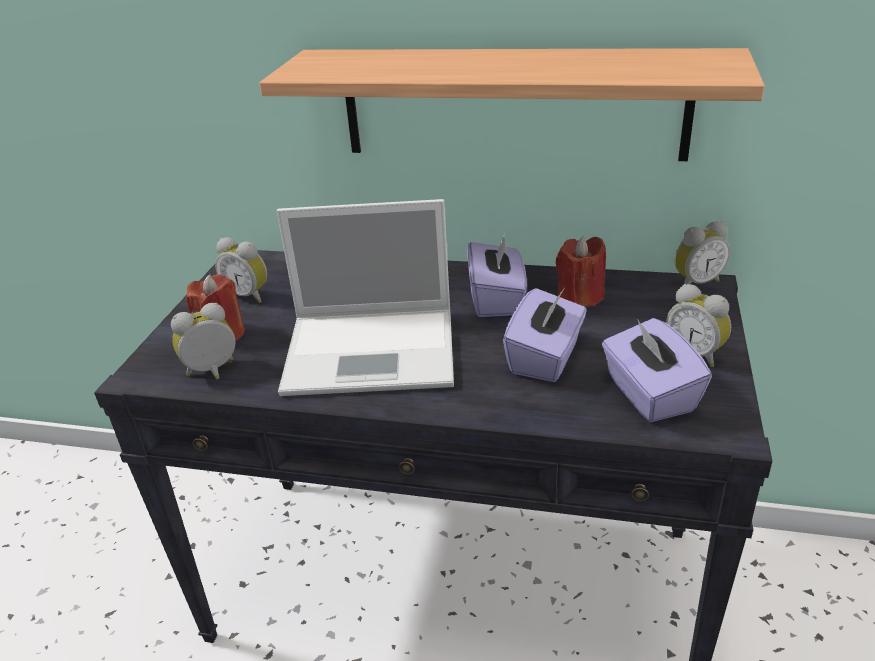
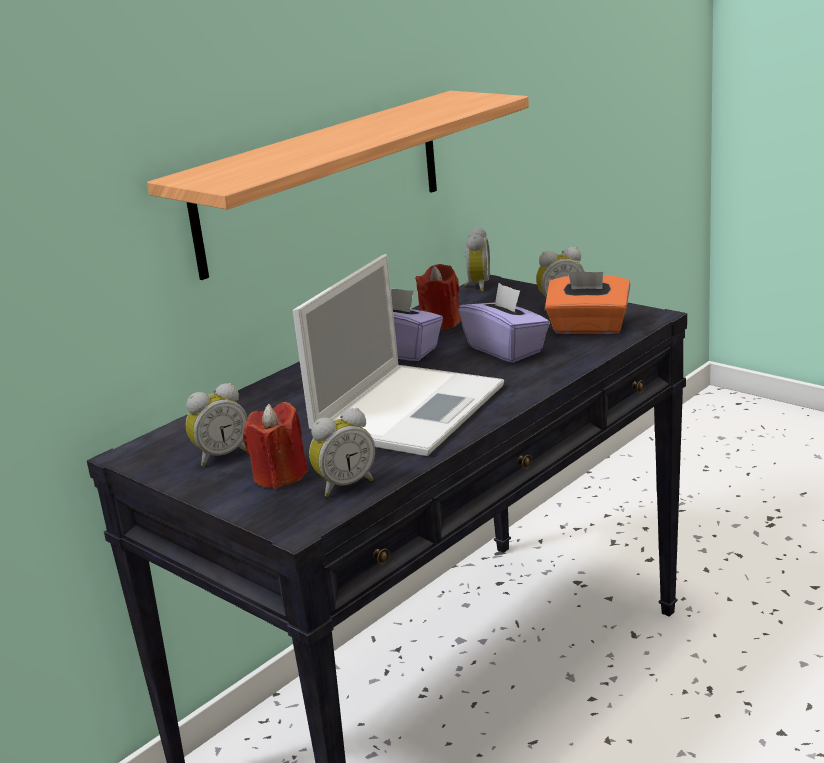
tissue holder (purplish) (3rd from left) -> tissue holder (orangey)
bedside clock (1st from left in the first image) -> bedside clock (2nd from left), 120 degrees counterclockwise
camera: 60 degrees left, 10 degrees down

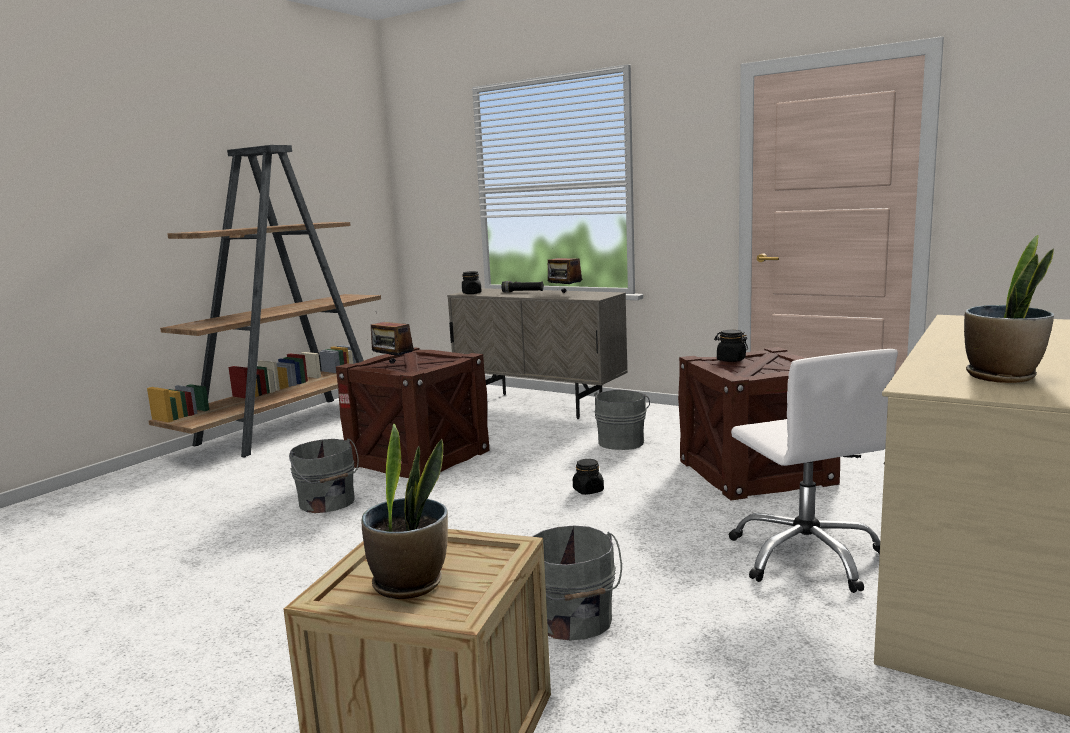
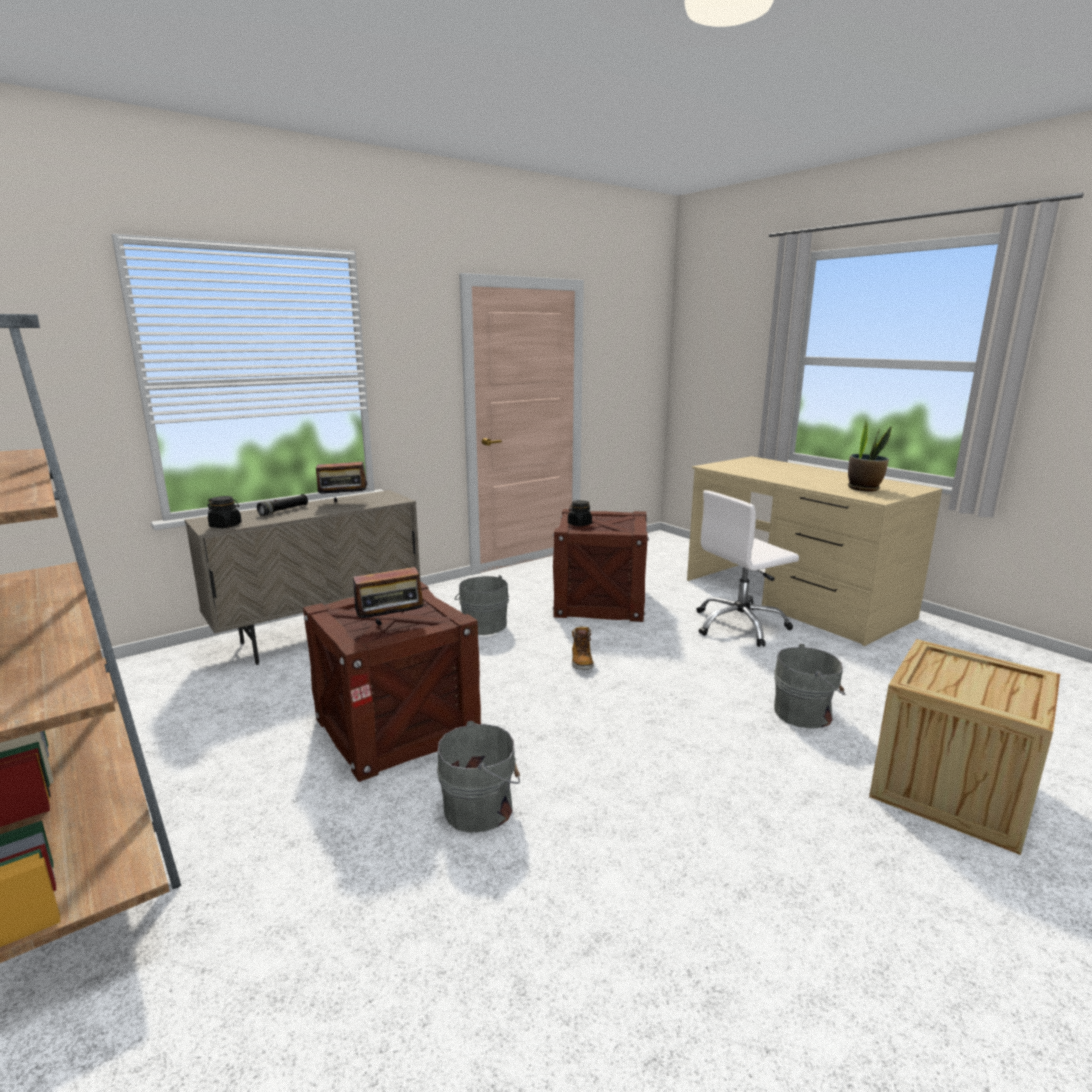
potted plant (1st from left) -> none
preserve jar (black) (2nd from left) -> high-top boot
desk chair (whitish), 150 degrees clockwise
camera: 70 degrees left, 5 degrees up

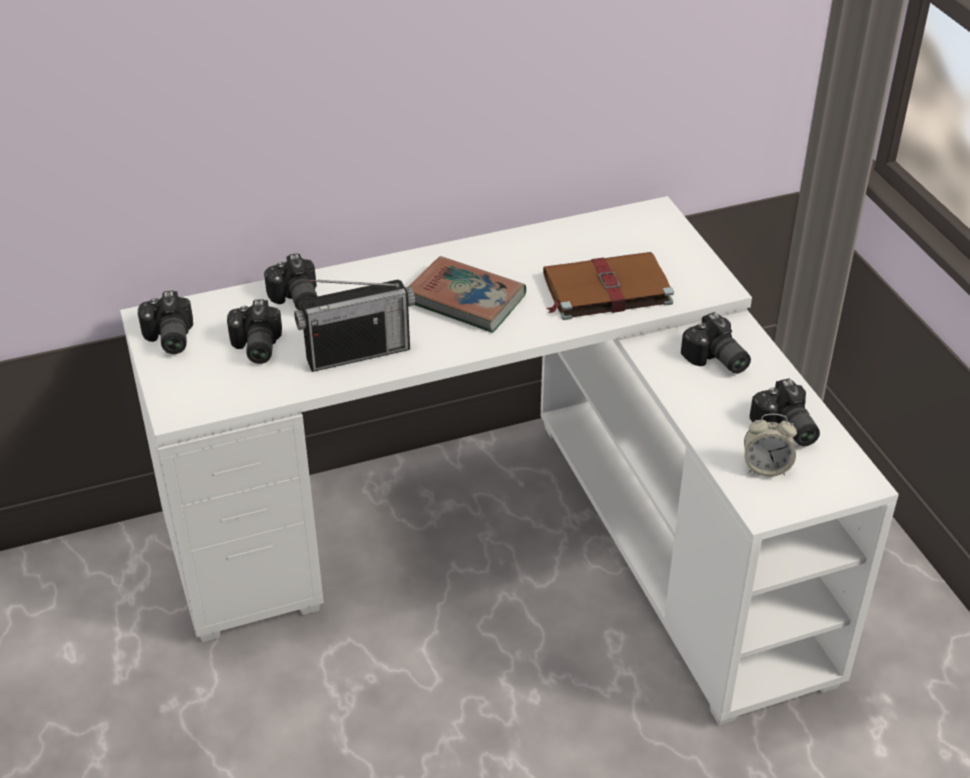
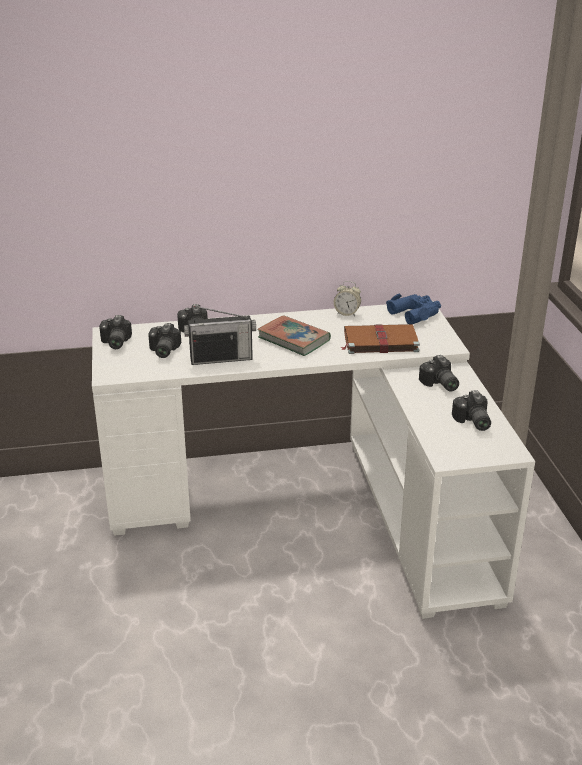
none -> pair of binoculars (bluish)
bedside clock, move
camera: 10 degrees right, 10 degrees down

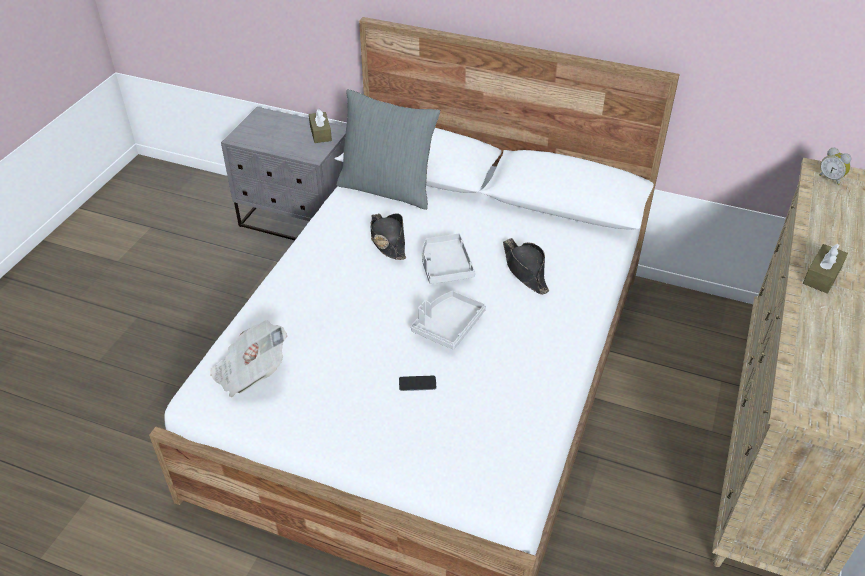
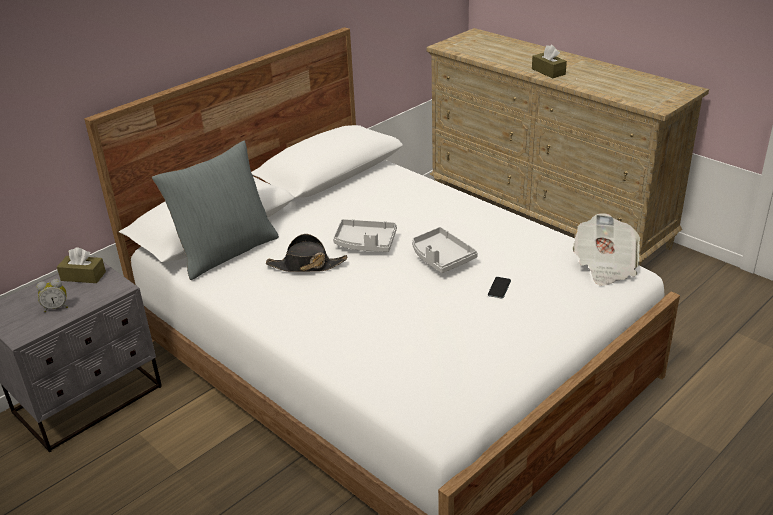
wearable hat (black) (2nd from left) -> none
daily paper, move
bedside clock, move
camera: 65 degrees left, 10 degrees down

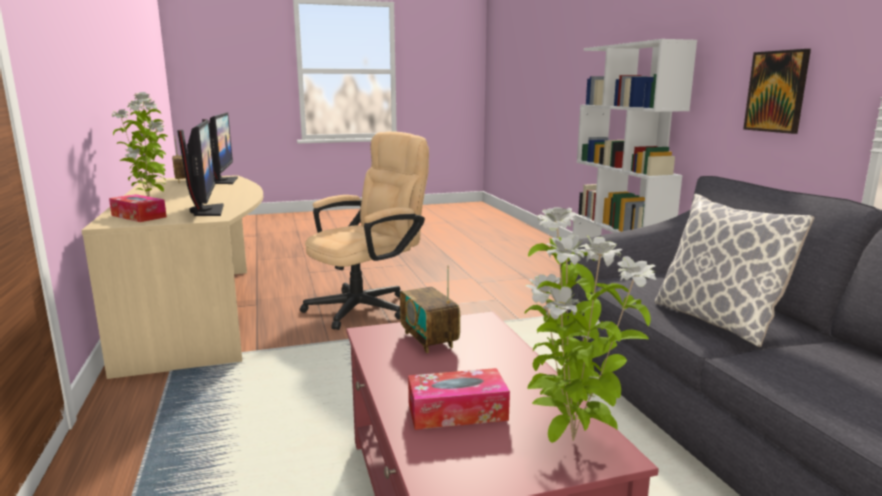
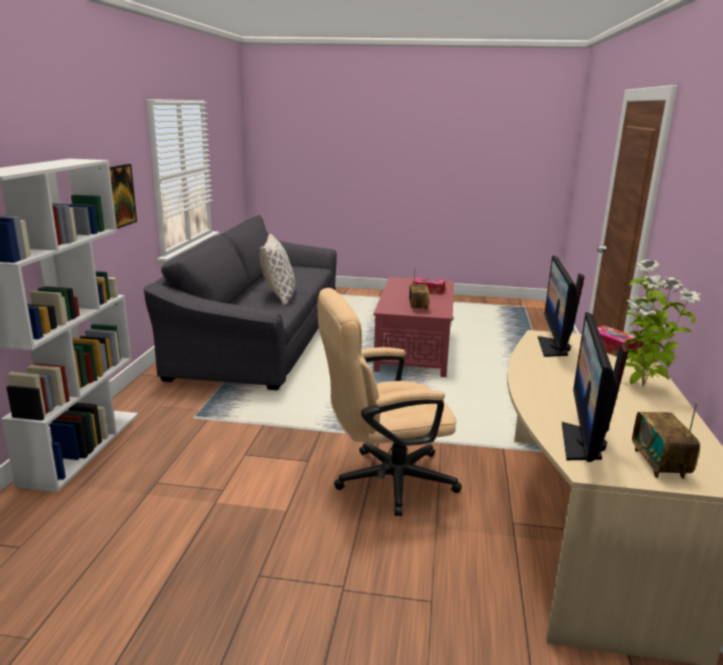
potted plant (2nd from left) -> none
camera: 155 degrees left, 5 degrees up

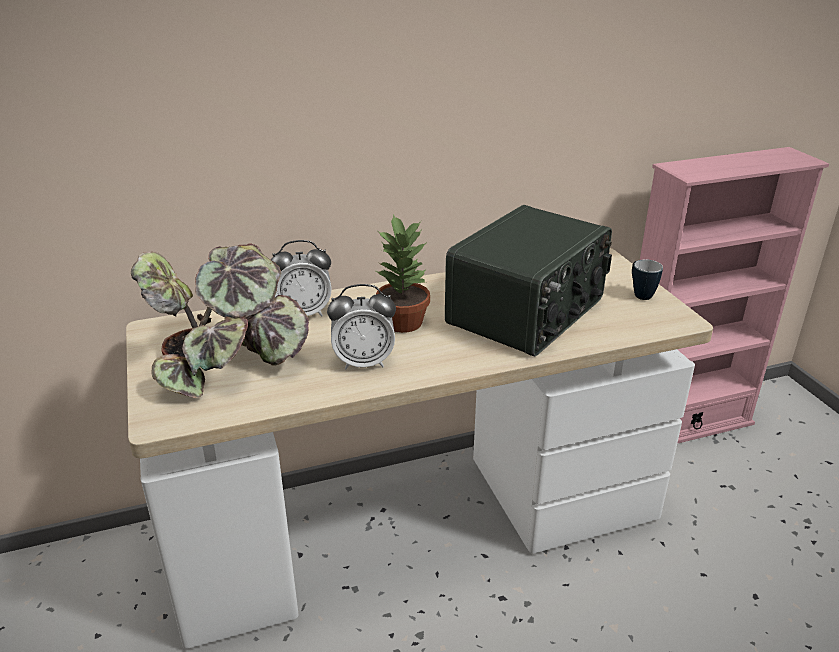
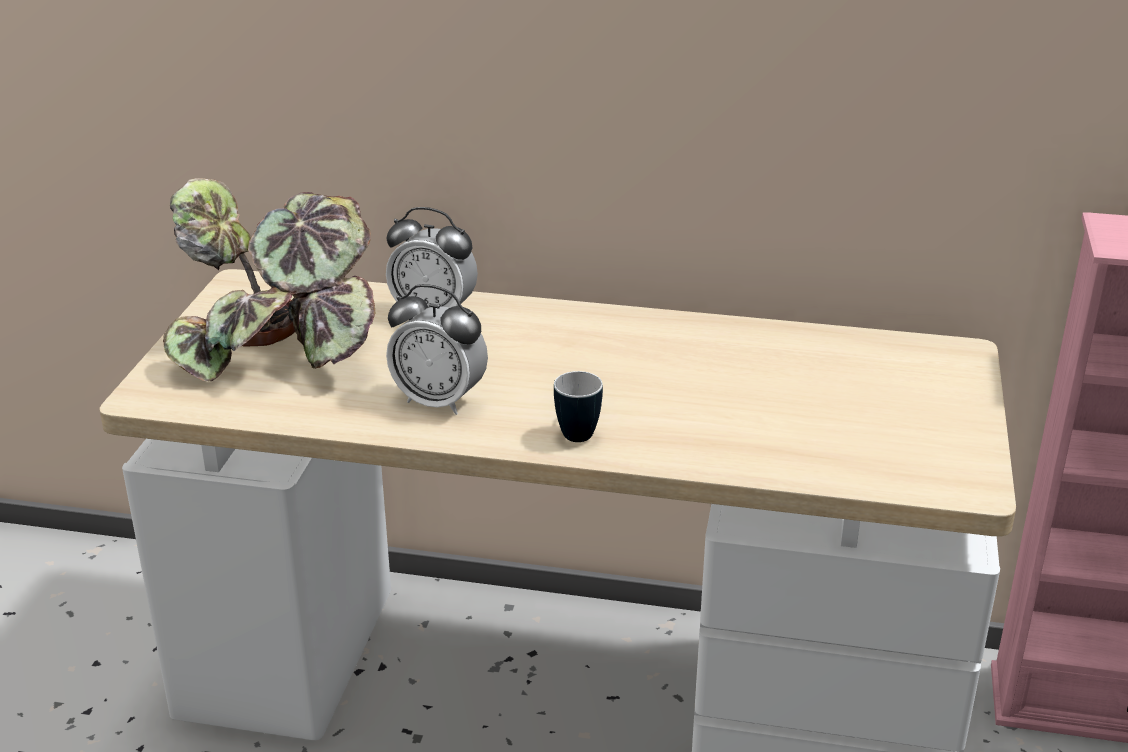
potted plant (2nd from left) -> none
radio receiver -> none
coffee mug, move
camera: 30 degrees right, 0 degrees up

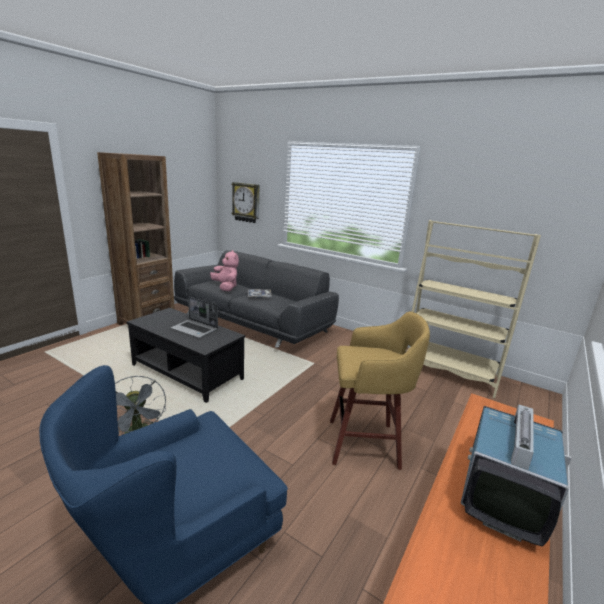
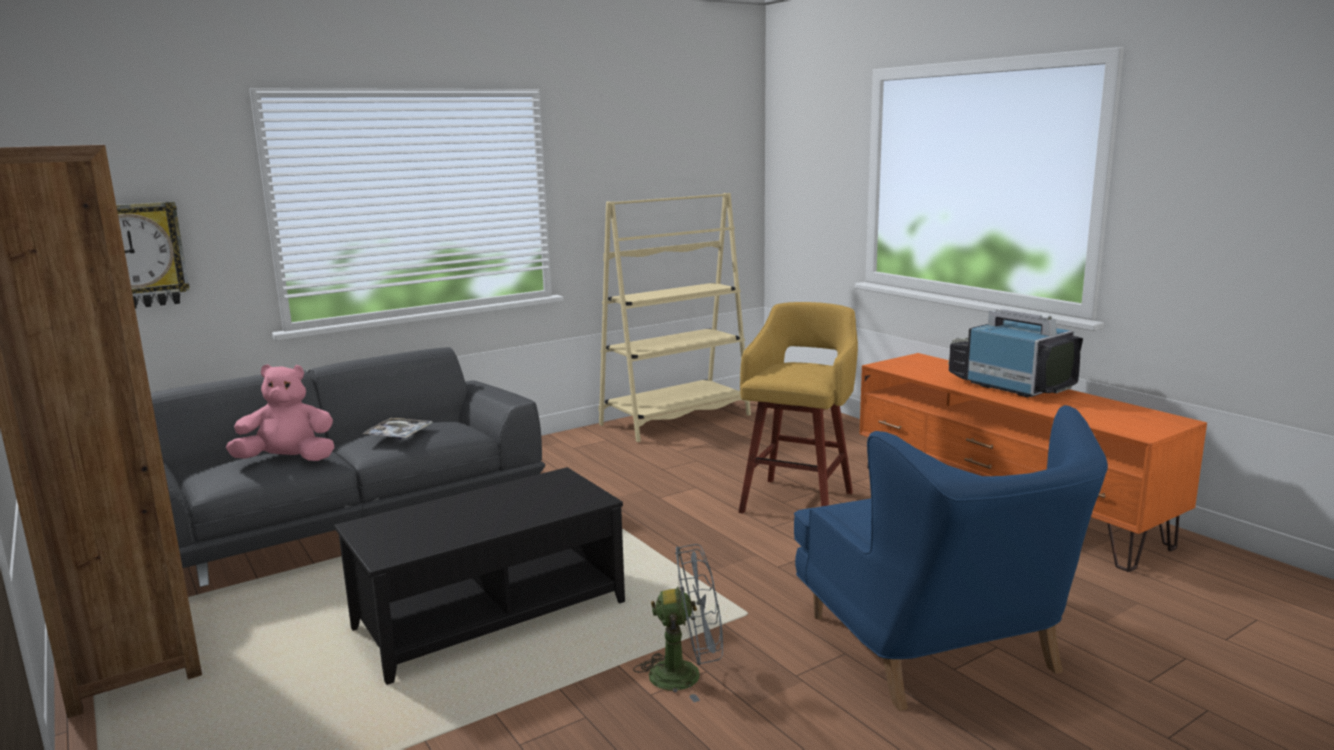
laptop -> none
camera: 65 degrees left, 5 degrees down

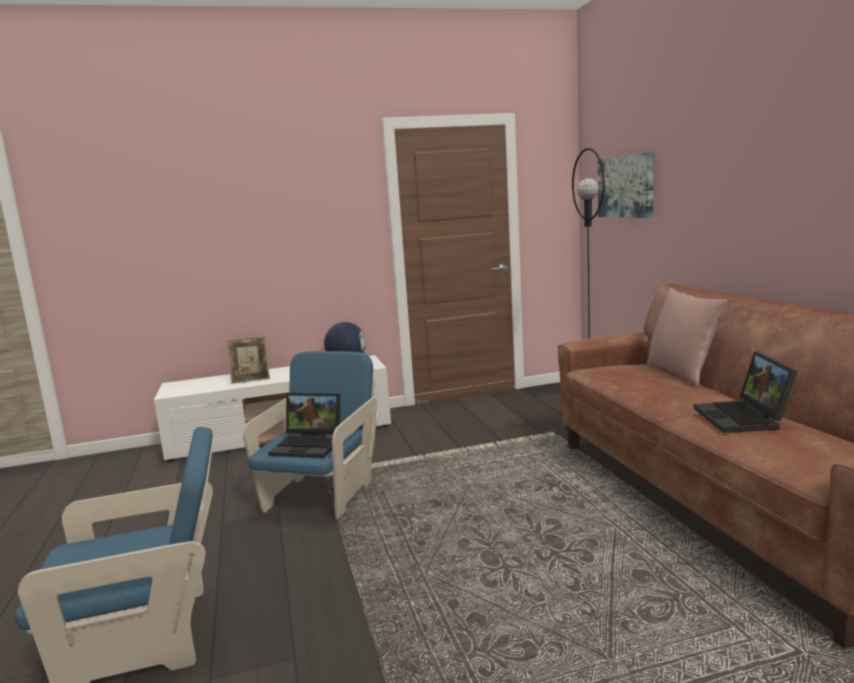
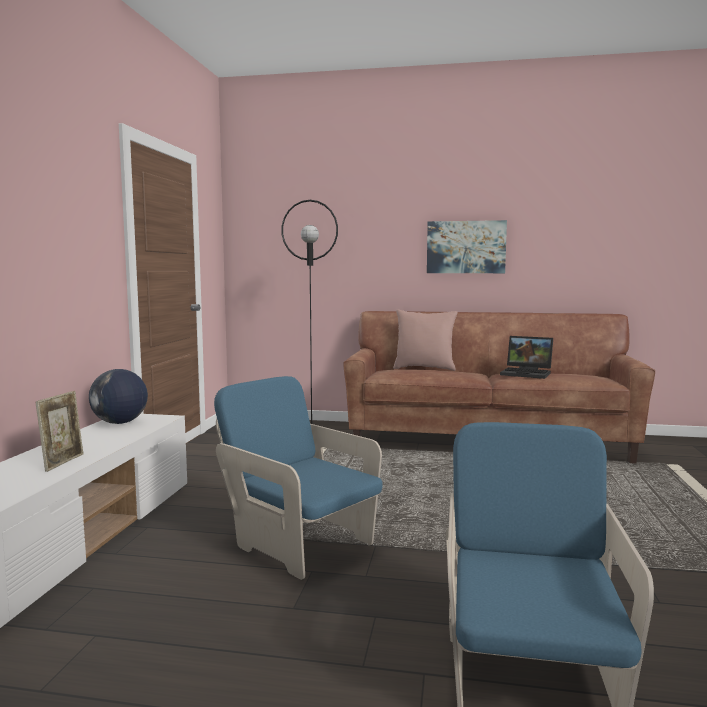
laptop (1st from left) -> none
wall picture, move
camera: 65 degrees left, 5 degrees down

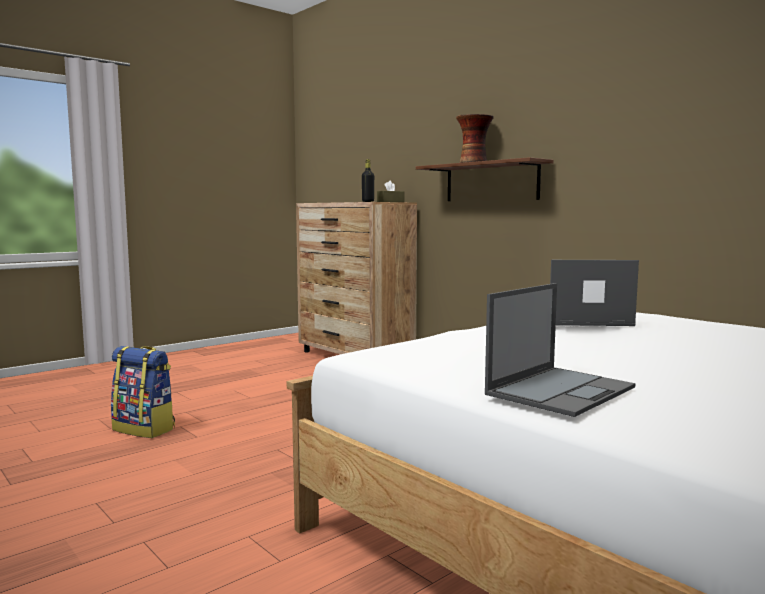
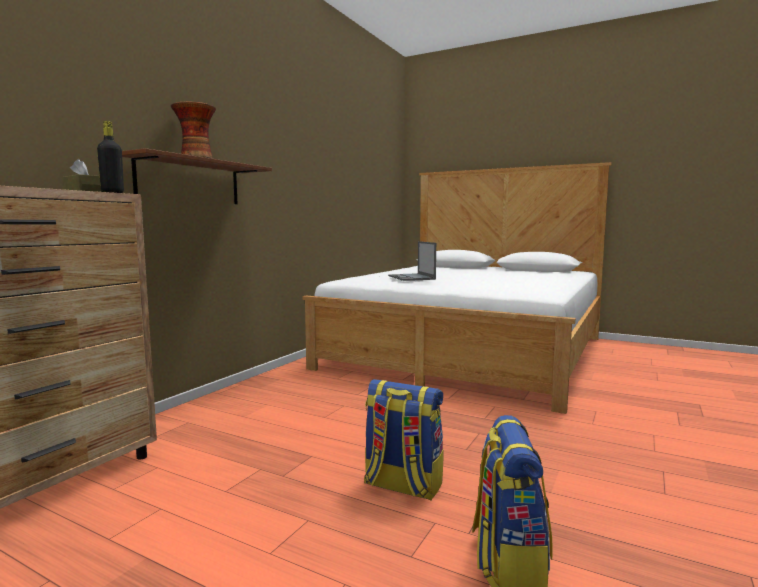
laptop (1st from left) -> none
none -> rucksack (1st from left)
camera: 110 degrees left, 0 degrees up

